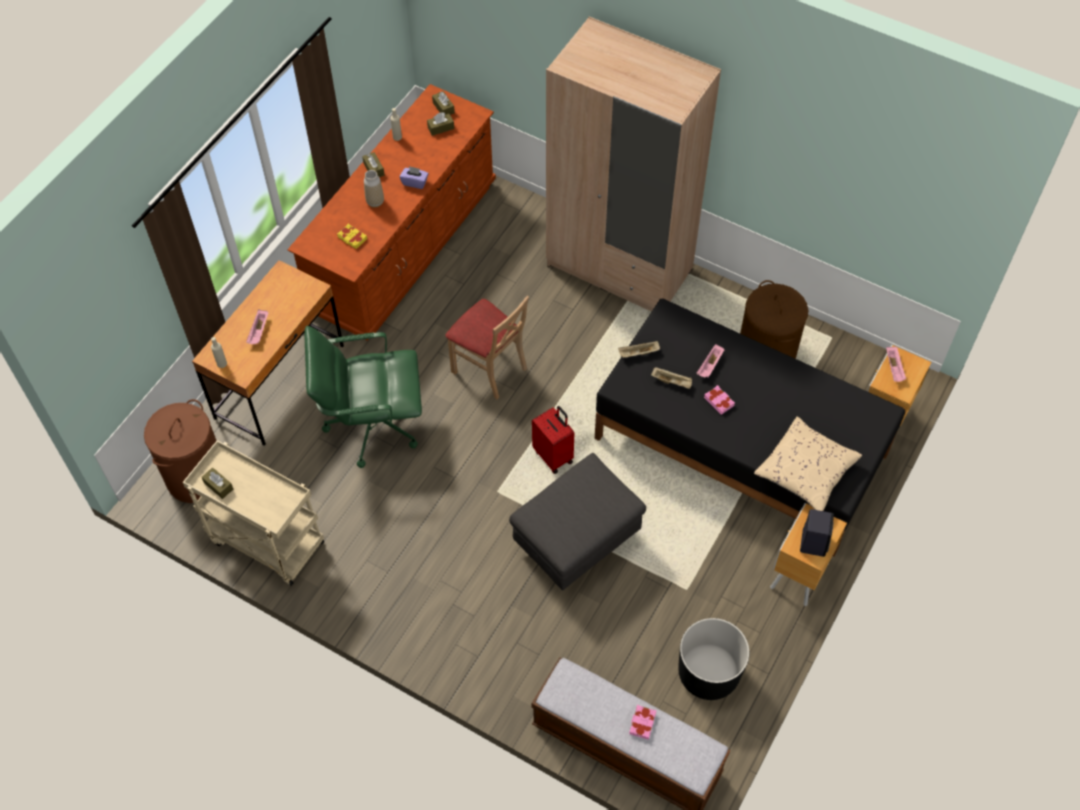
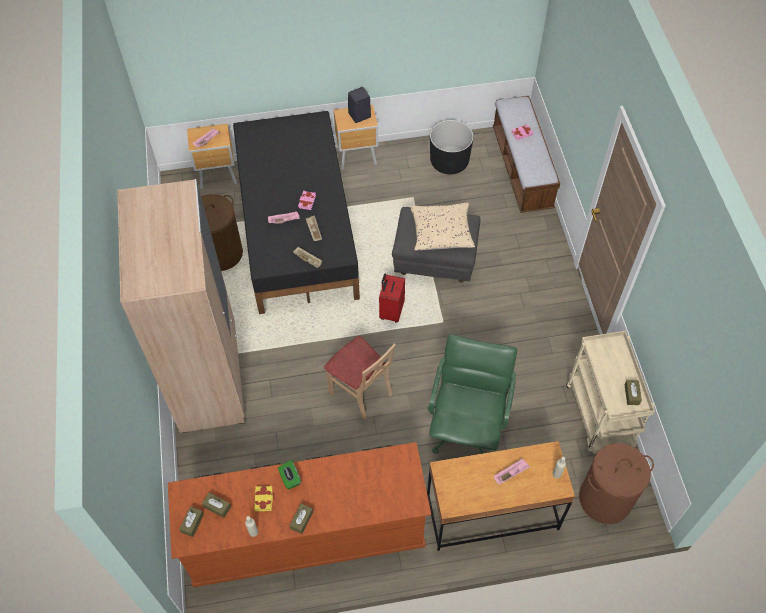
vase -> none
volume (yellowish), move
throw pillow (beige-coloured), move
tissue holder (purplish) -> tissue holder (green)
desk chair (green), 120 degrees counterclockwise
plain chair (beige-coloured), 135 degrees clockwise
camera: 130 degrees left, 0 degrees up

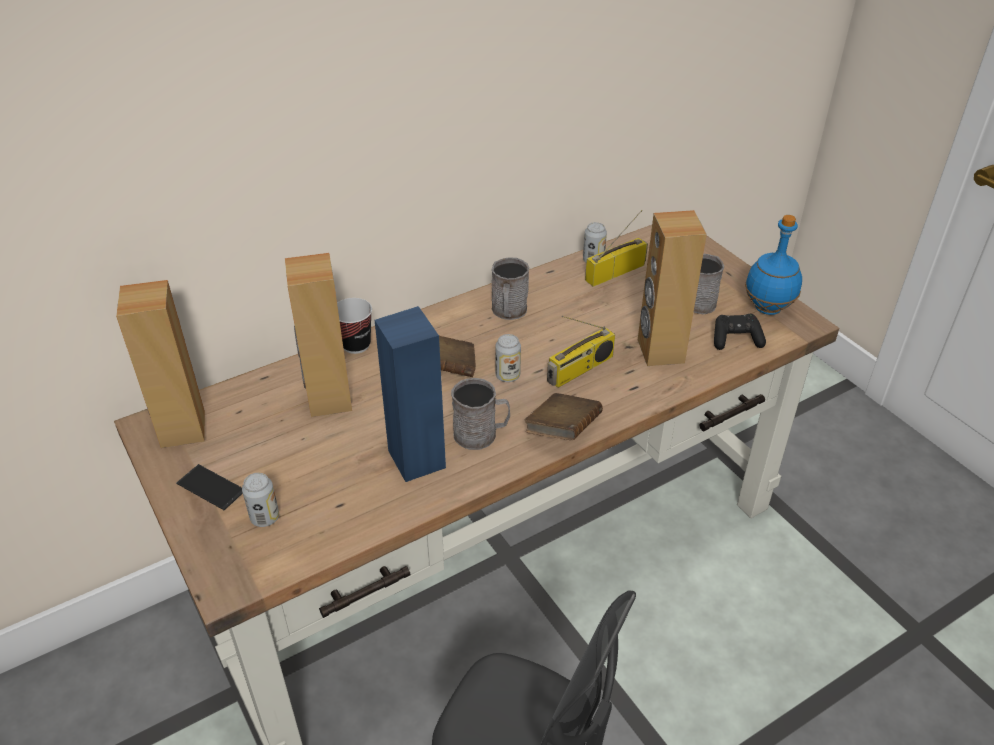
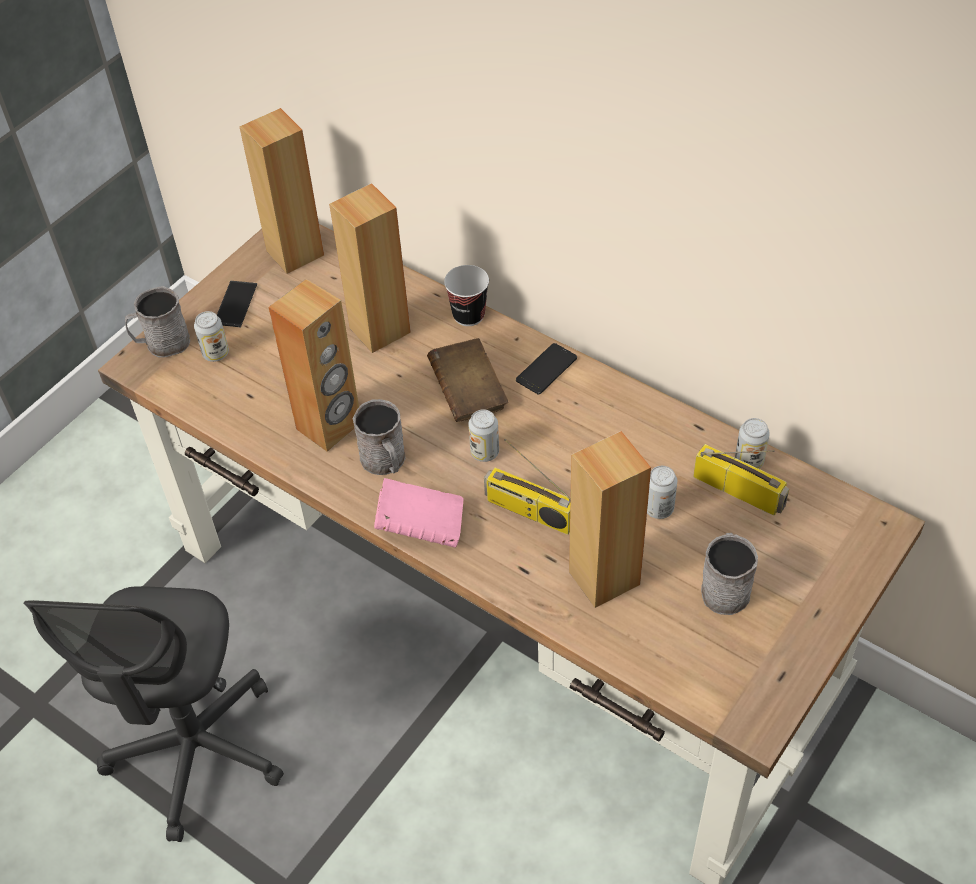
joypad (black) -> none
beverage bottle (bluish) -> none
none -> handset (2nd from left)
none -> sealed can (3rd from left)
coffee mug (greyish) (2nd from left in the first image) -> coffee mug (greyish) (1st from left), move
loudspeaker (bluish) -> loudspeaker (brownish) (2nd from left)
volume (brownish) (2nd from left) -> volume (pink)
camera: 70 degrees right, 10 degrees up

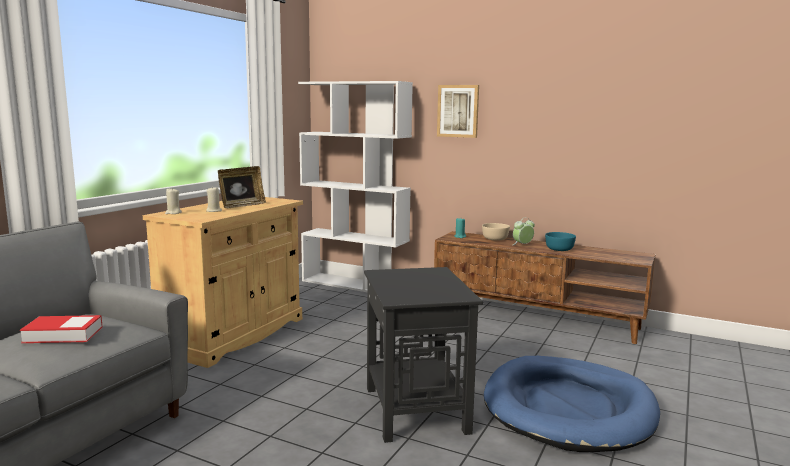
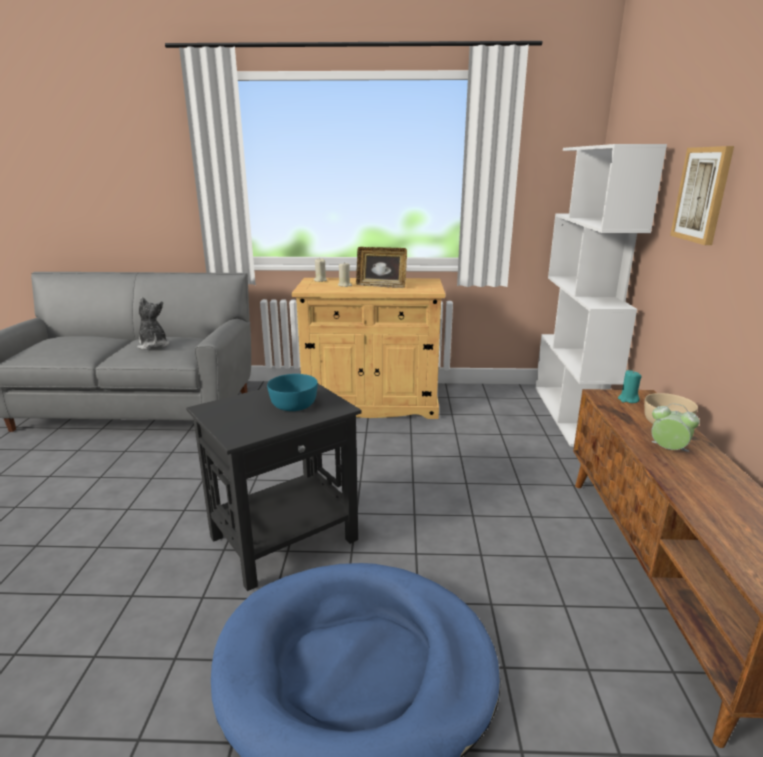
bowl (blue-green), move
volume -> cuddly toy
camera: 65 degrees right, 10 degrees up

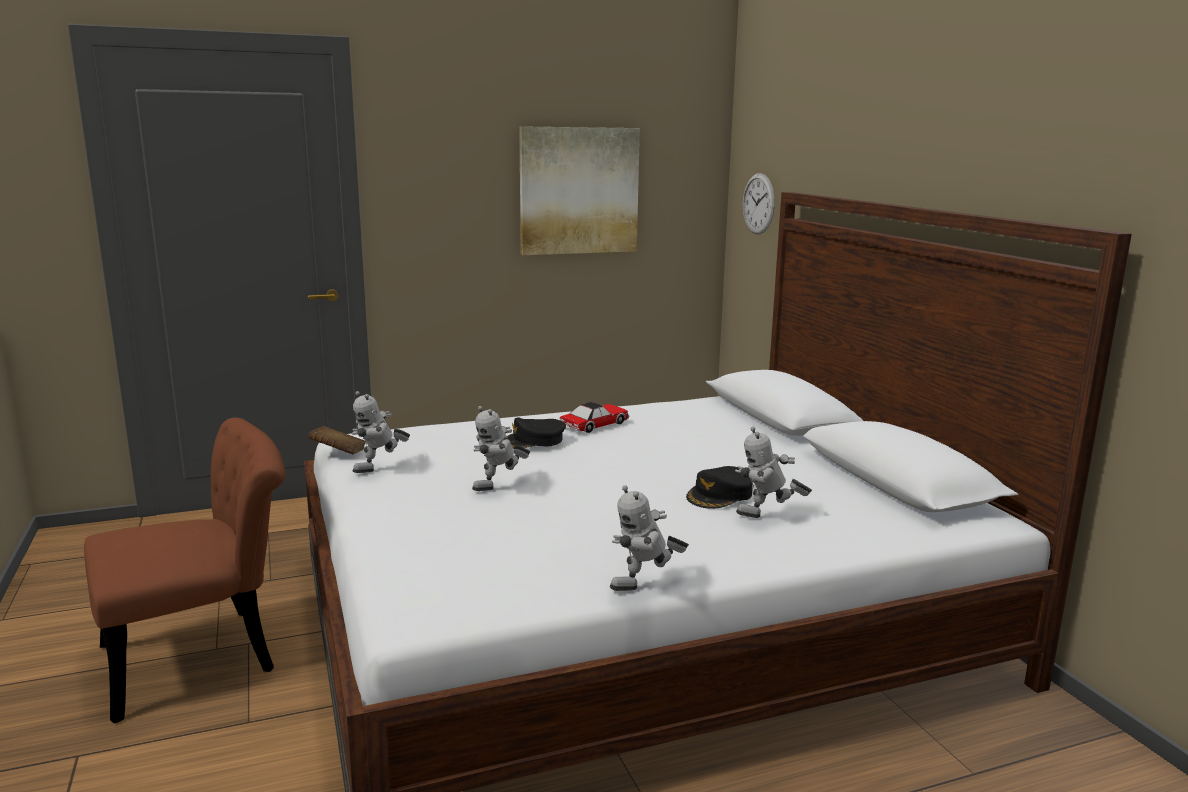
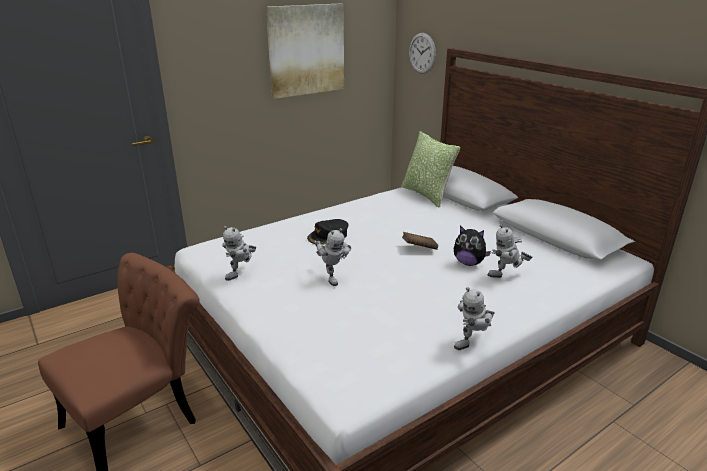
model car -> none
none -> throw pillow
volume (brownish), move
cap (black) (2nd from left) -> cuddly toy
toy robot (2nd from left), 60 degrees counterclockwise
camera: 15 degrees left, 10 degrees up

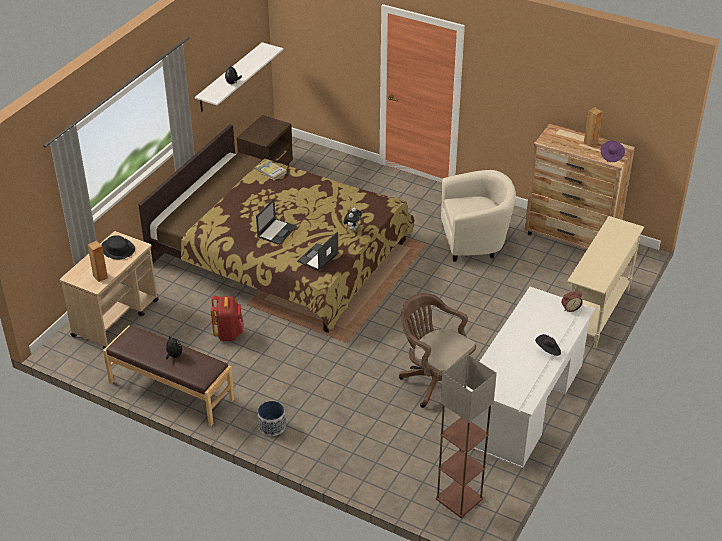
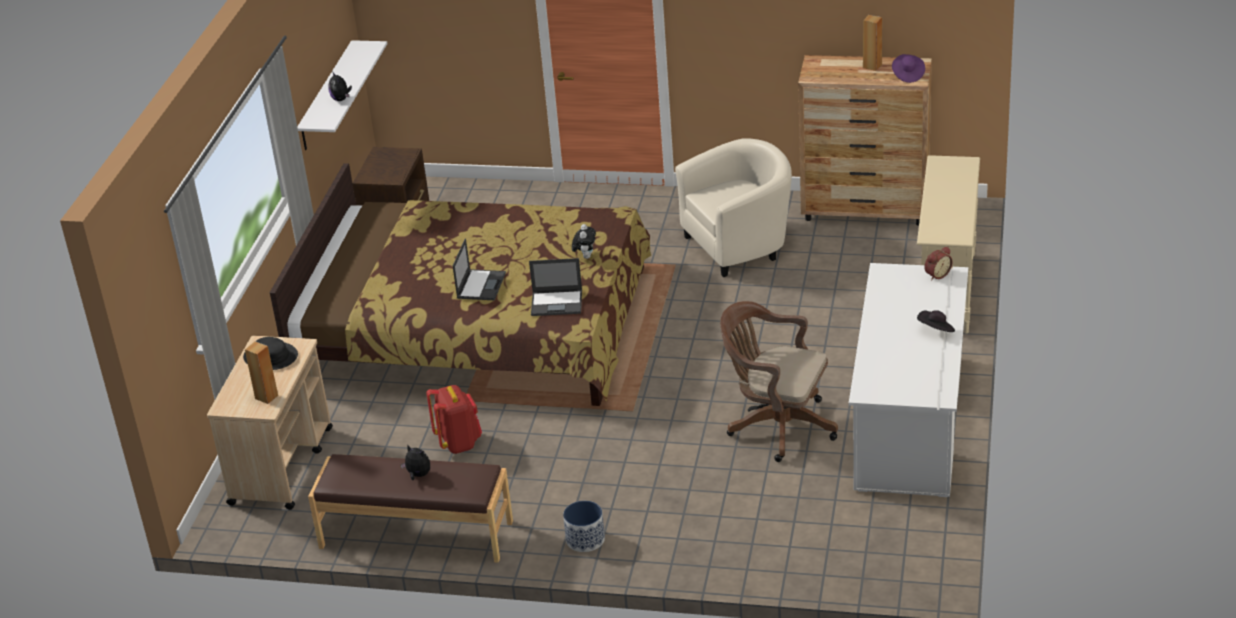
volume -> none
standing lamp -> none
laptop (2nd from left), 105 degrees counterclockwise
camera: 15 degrees left, 5 degrees down

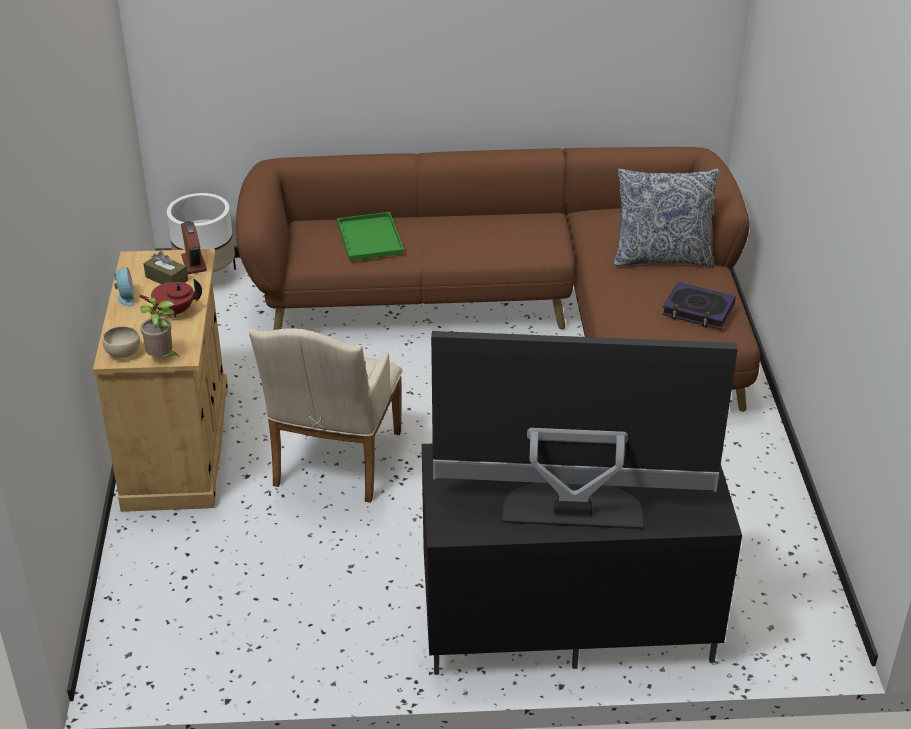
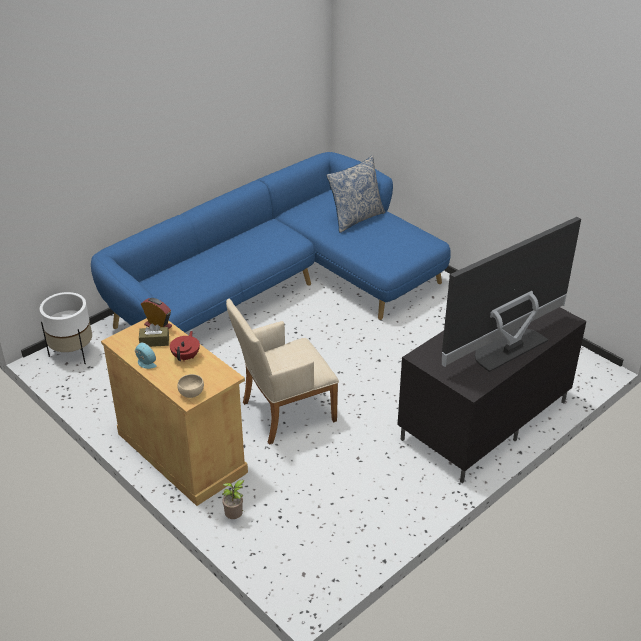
tray (green) -> none
volume -> none
potted plant, move
settee (brownish) -> settee (bluish)
tea pot (red-coloured), 150 degrees clockwise
armchair (beige-coloured), 90 degrees clockwise
camera: 40 degrees left, 0 degrees up

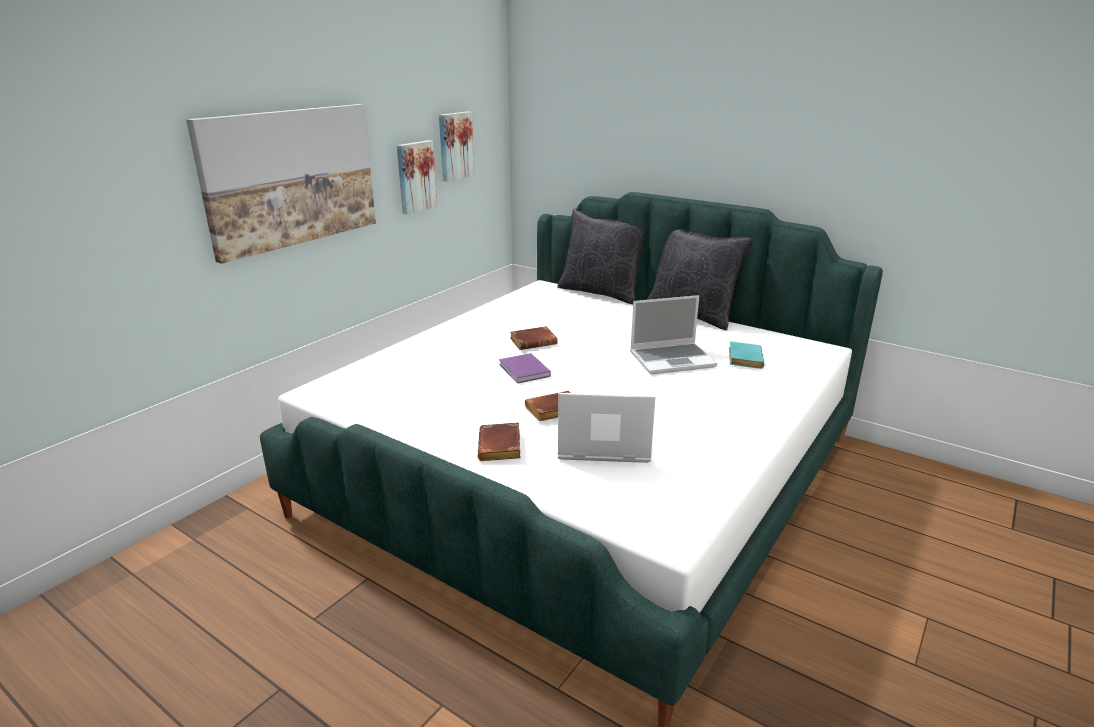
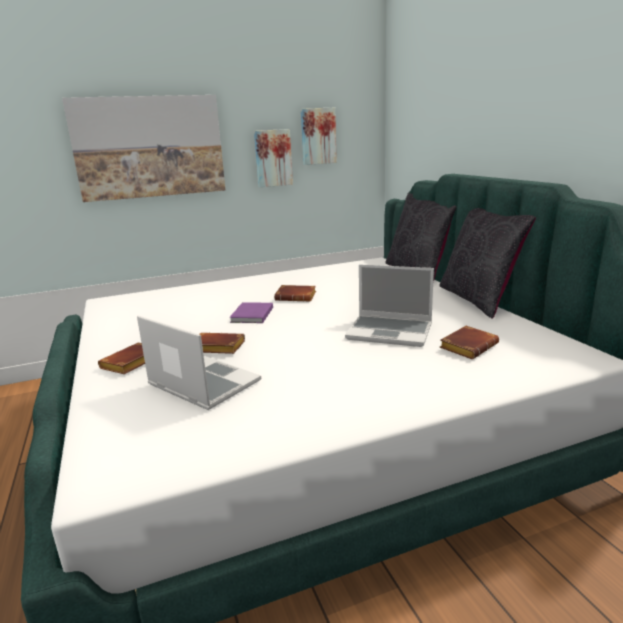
volume (blue-green) -> volume (brownish) (4th from left)
camera: 35 degrees right, 5 degrees down

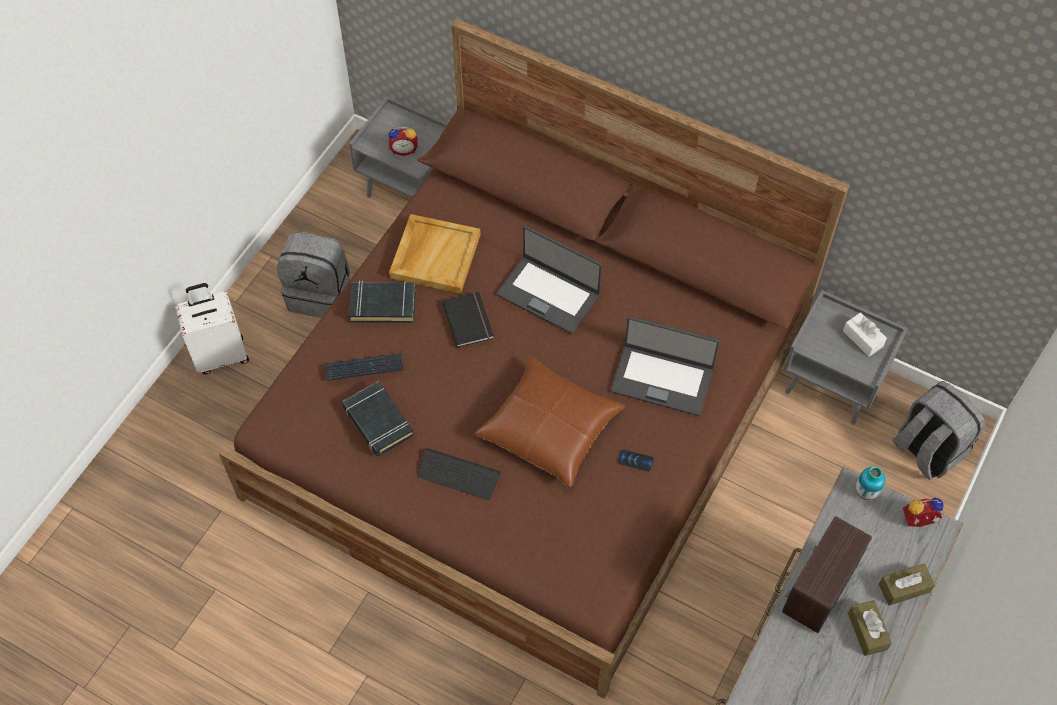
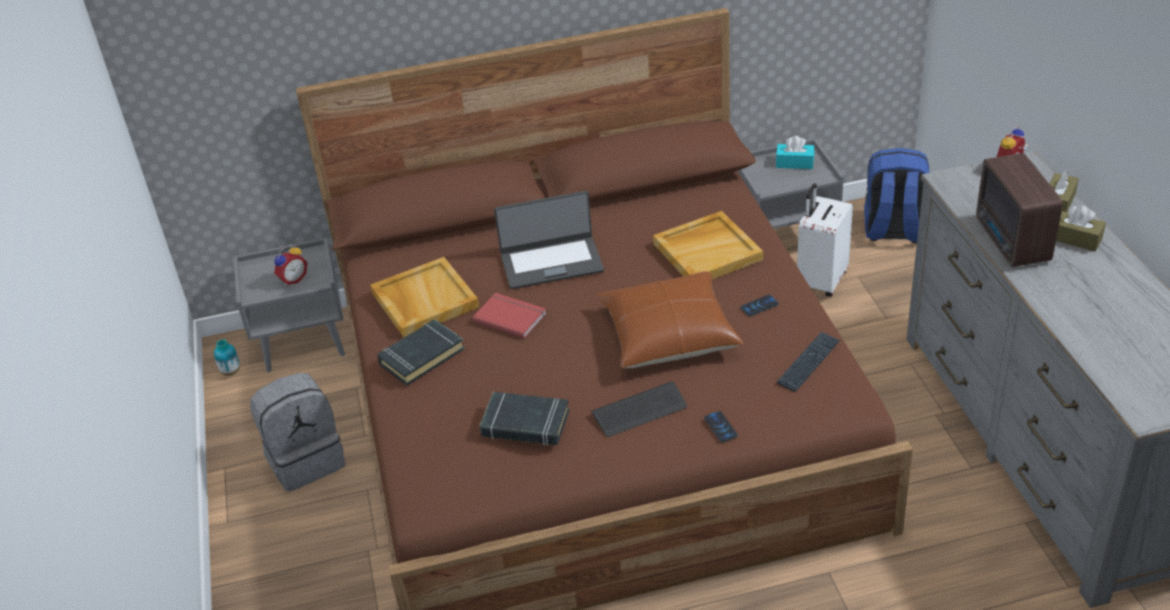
none -> handset (1st from left)
piece of luggage (whitish), move
keyboard (1st from left in the first image) -> keyboard (2nd from left), move
vase, move
laptop (2nd from left) -> tray (beige-coloured) (2nd from left)
volume (black) (3rd from left) -> volume (red-coloured)
tissue holder (whitish) -> tissue holder (blue-green)
rucksack (greyish) (2nd from left) -> rucksack (bluish)
camera: 40 degrees left, 20 degrees down

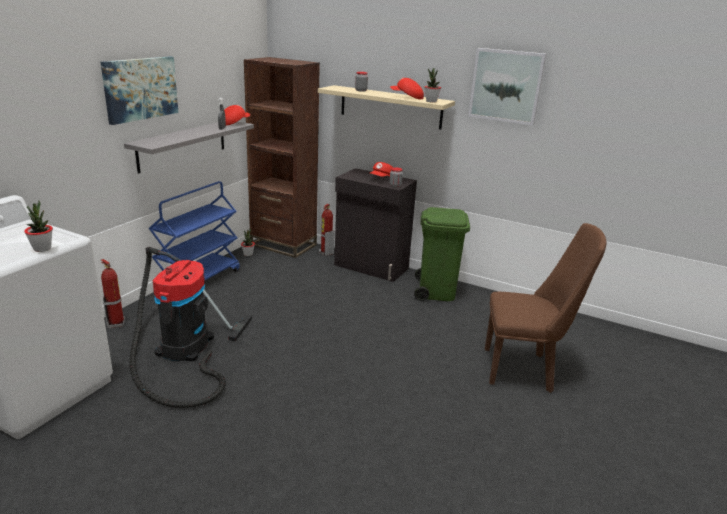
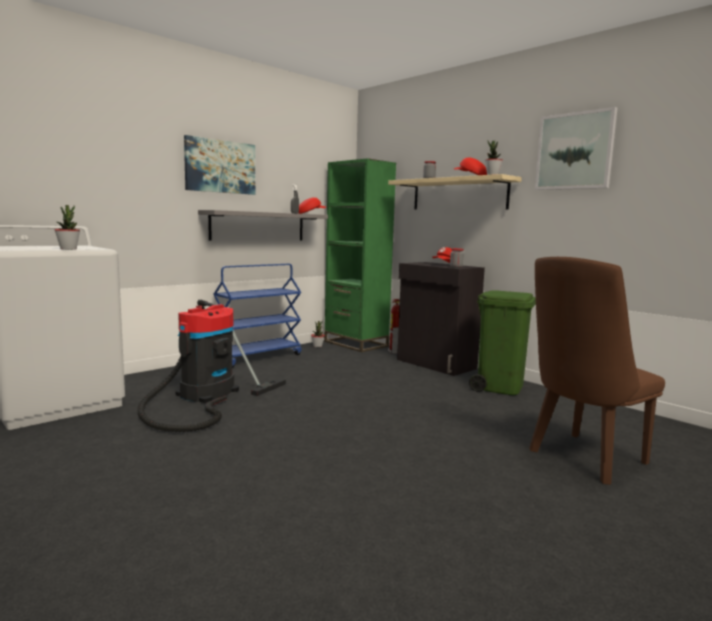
fire extinguisher (1st from left) -> none
bookshelf (brownish) -> bookshelf (green)
plain chair (brownish), 120 degrees clockwise
camera: 20 degrees right, 15 degrees down

